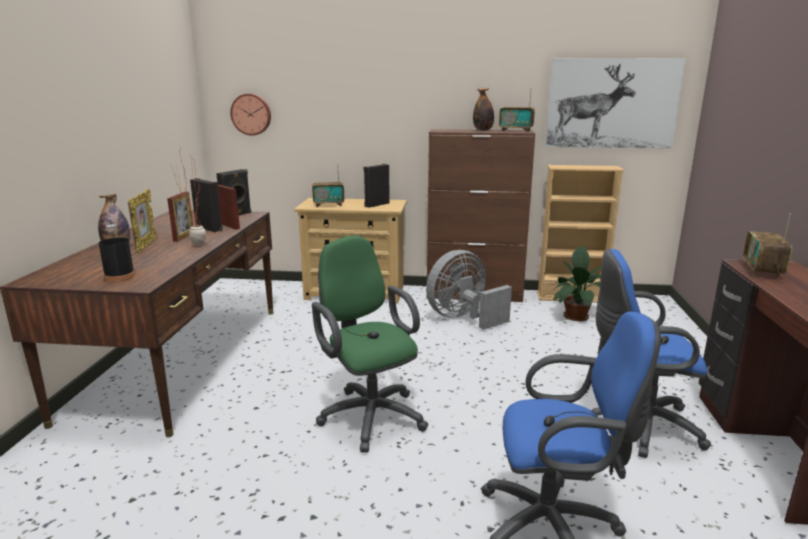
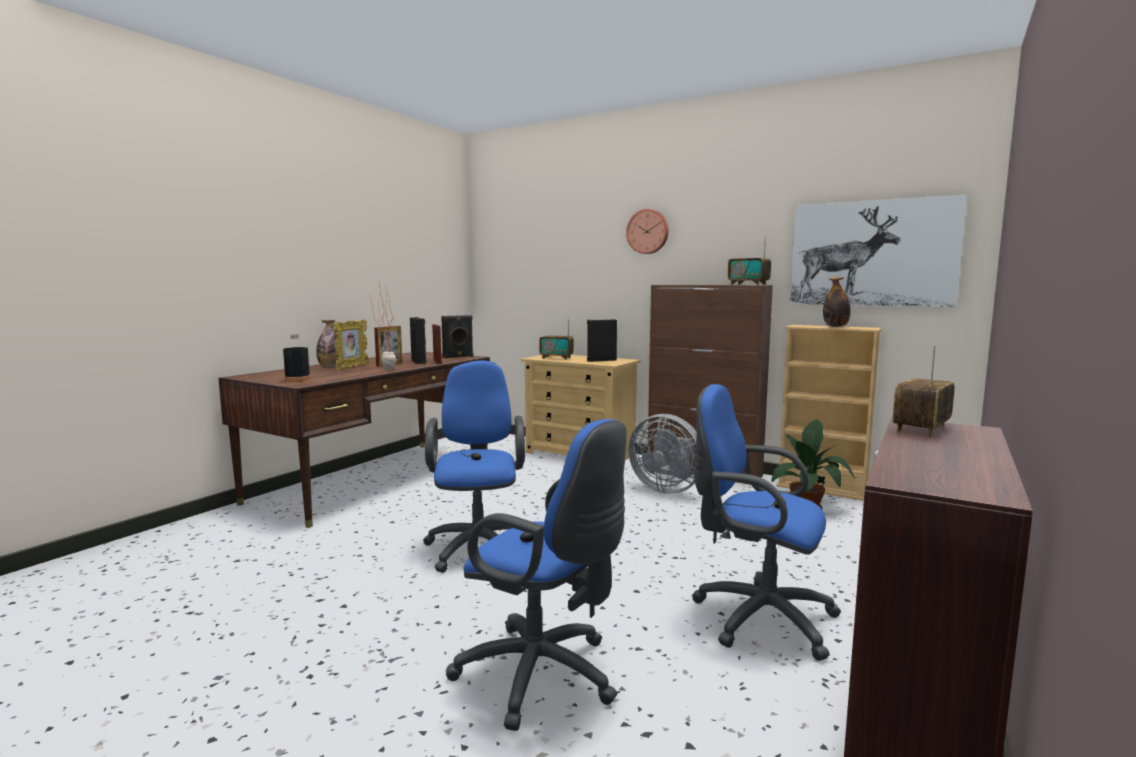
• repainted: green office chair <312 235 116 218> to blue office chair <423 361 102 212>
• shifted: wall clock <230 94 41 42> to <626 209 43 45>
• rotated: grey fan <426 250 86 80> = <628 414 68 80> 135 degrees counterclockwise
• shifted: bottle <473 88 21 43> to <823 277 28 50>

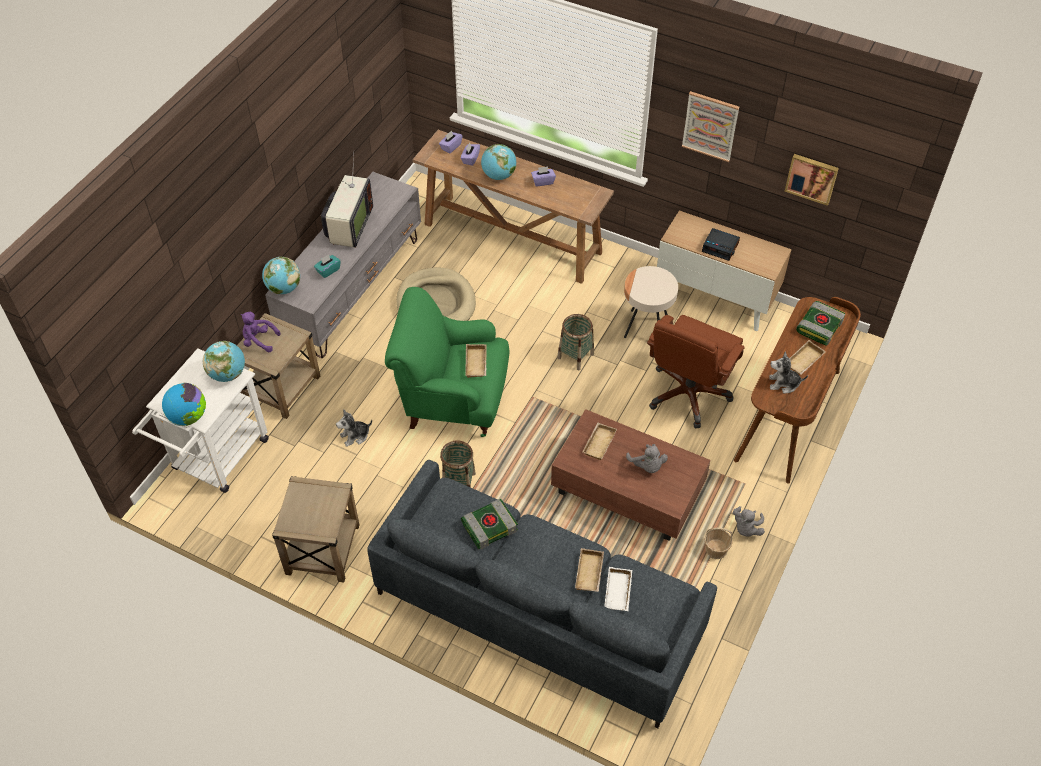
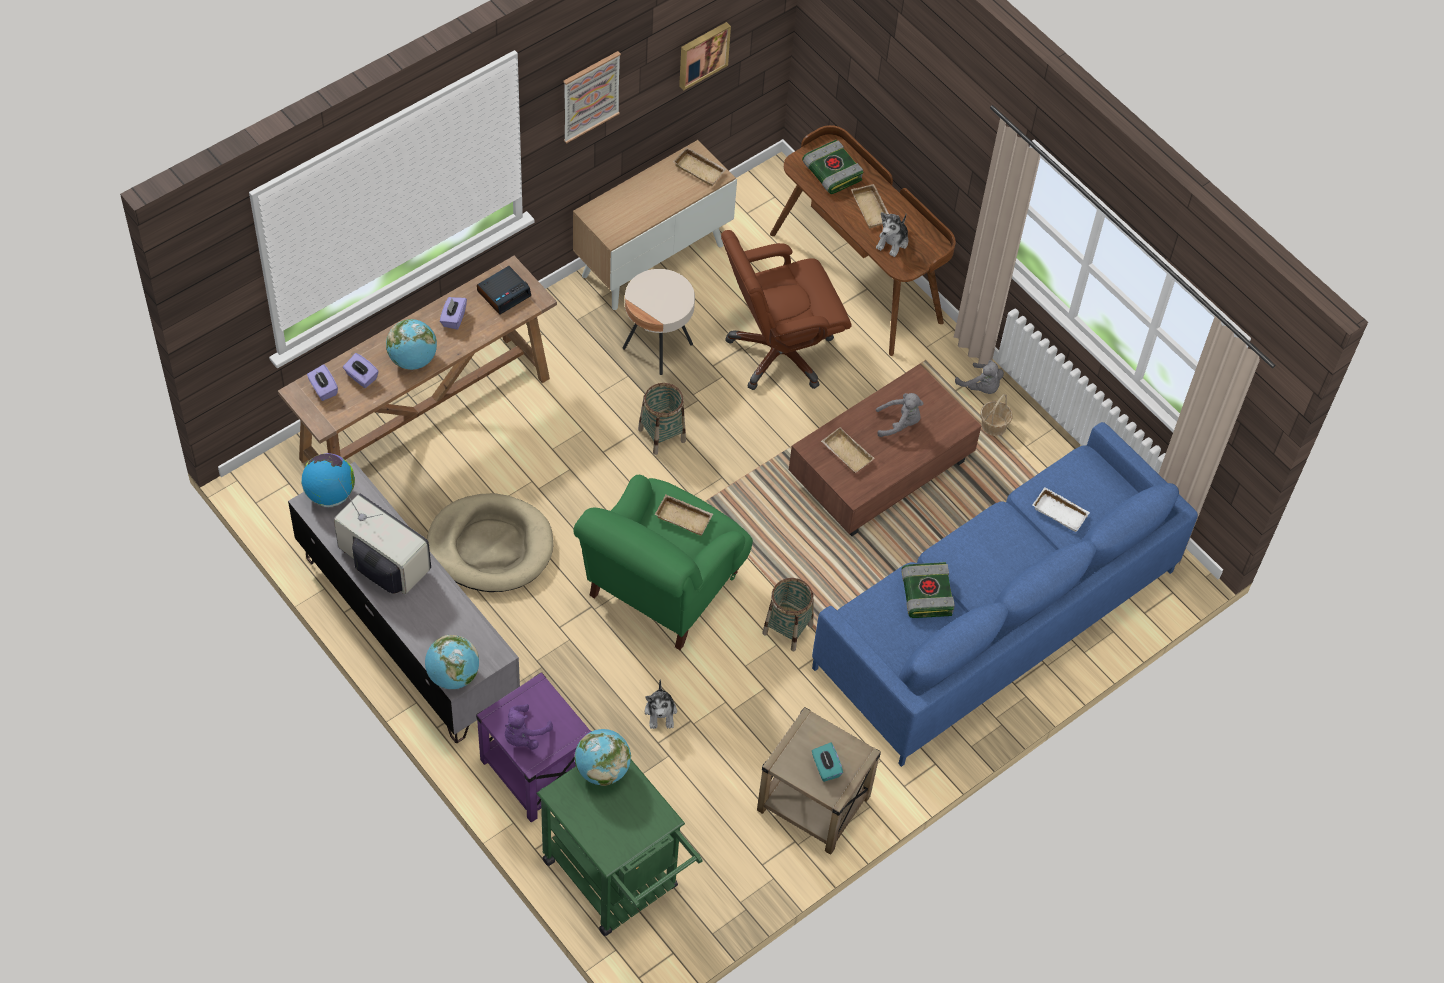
• shifted: globe <162 383 44 43> to <301 453 54 54>
• repainted: beige side table <237 313 83 106> to purple side table <476 672 116 150>
• shifted: alarm clock <702 228 38 33> to <477 266 54 49>
• repainted: white cart <132 348 137 145> to green cart <537 760 165 176>
• shifted: beige tray <575 548 29 44> to <673 147 54 39>
• rotated: brown office chair <647 315 98 114> = <721 230 131 160> 105 degrees clockwise
• repainted: grey sofa <367 460 350 269> to blue sofa <812 422 386 345>
• shifted: turquoise tissue box <314 255 27 23> to <812 742 31 40>

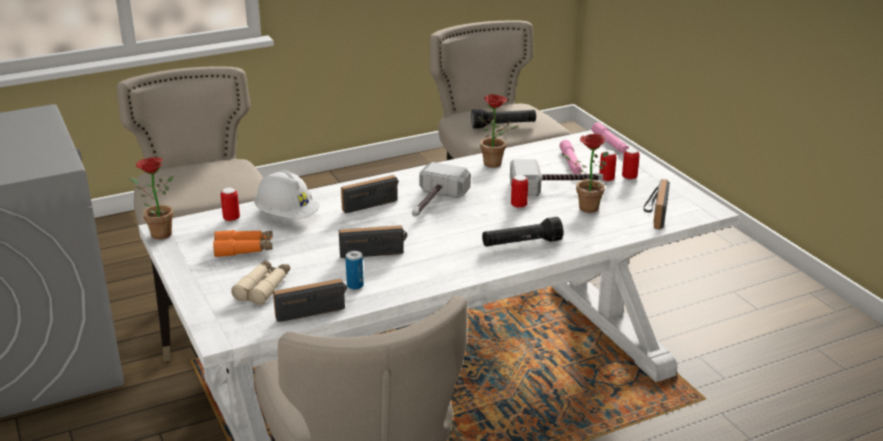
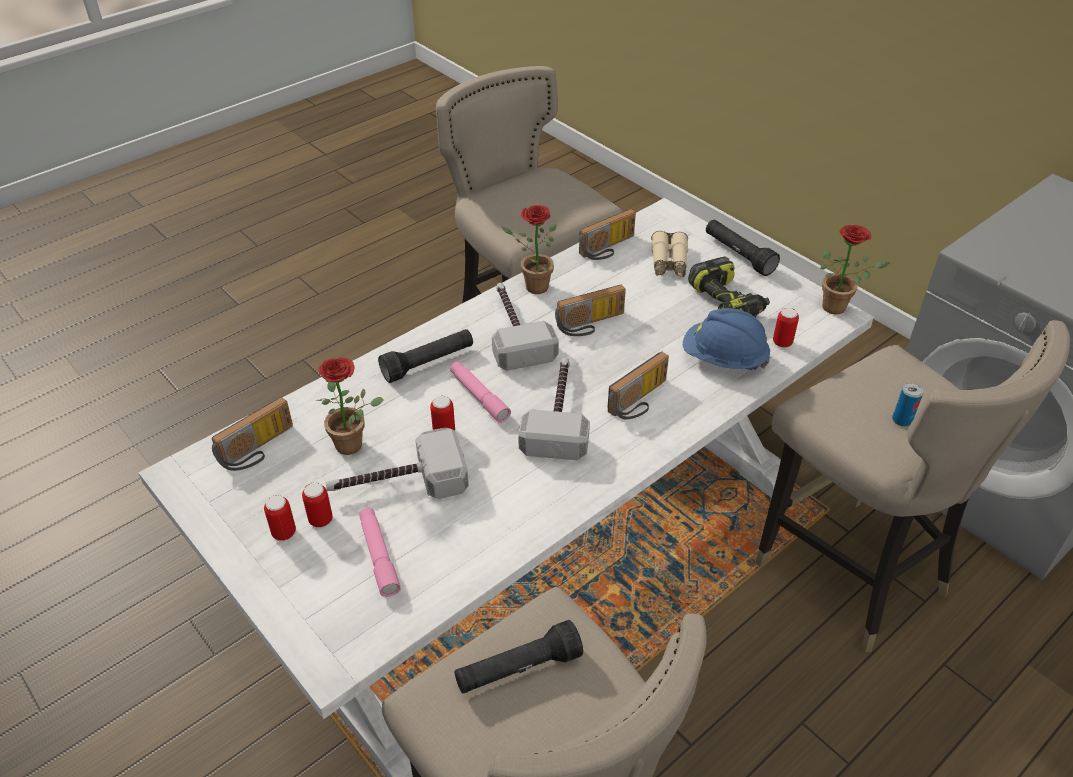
• rotated: radio <643 179 27 51> = <212 397 81 74> 45 degrees clockwise
• shifted: pink flashlight <592 122 37 32> to <450 362 61 61>
• new: hammer <492 283 67 88>
• shifted: potted plant <478 94 41 74> to <502 205 54 89>
• repainted: white hard hat <254 170 66 49> to blue hard hat <683 308 88 62>
• swapped: orange binoculars <213 230 60 27> to power drill <688 257 82 60>
• new: black flashlight <706 220 74 56>
• shifted: can <345 251 19 39> to <892 383 31 44>

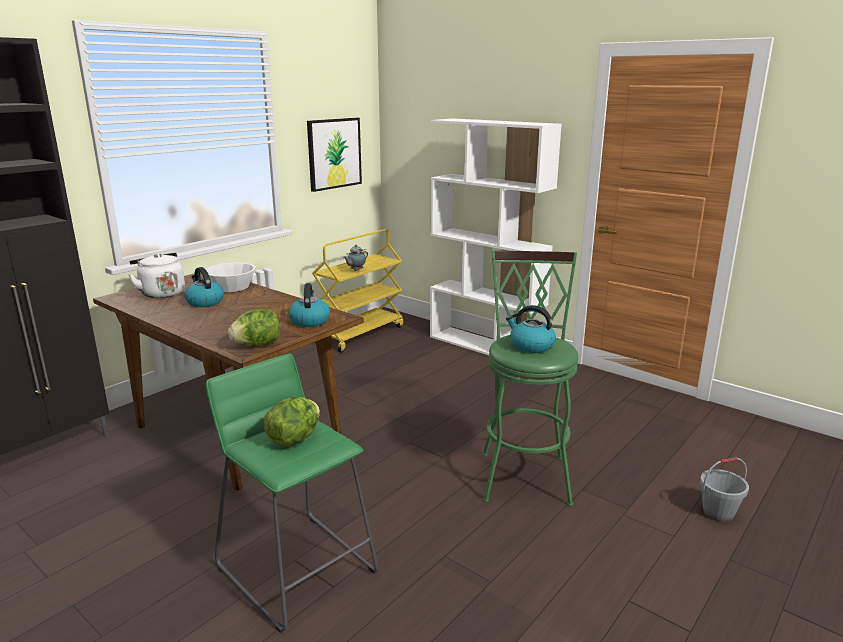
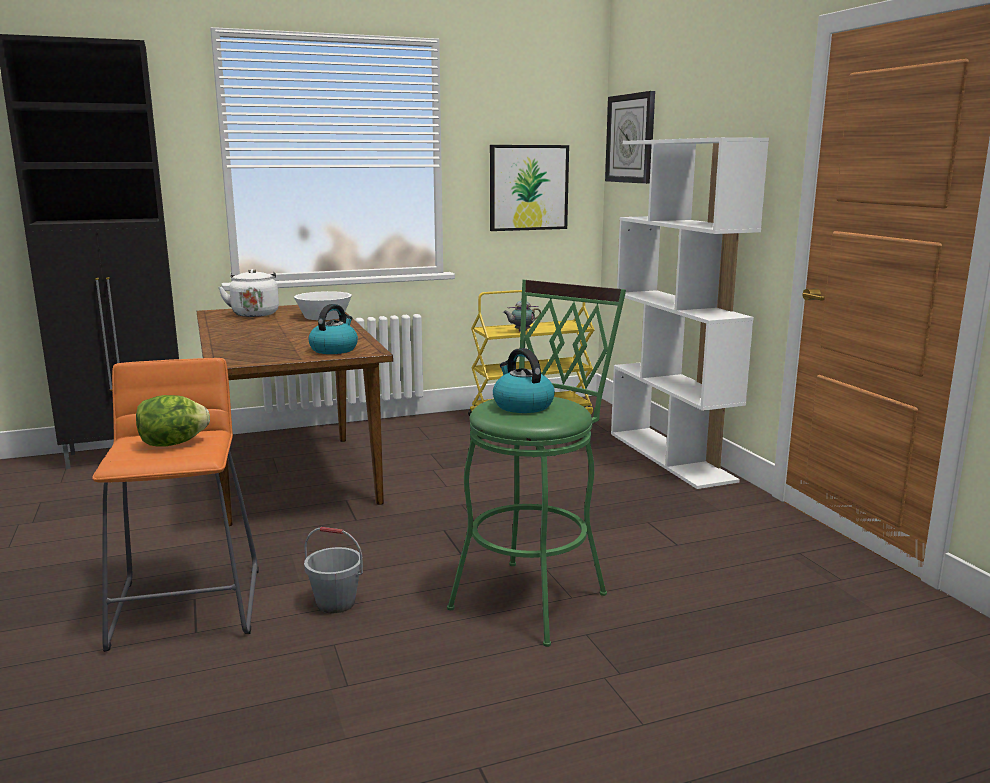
• repainted: green stool <206 354 172 279> to orange stool <92 358 167 294>
• shifted: grey bucket <700 457 49 65> to <304 527 59 86>
• new: wall clock <605 91 50 93>
• gone: kettle <184 267 40 40>
• gone: lettuce <228 309 52 37>

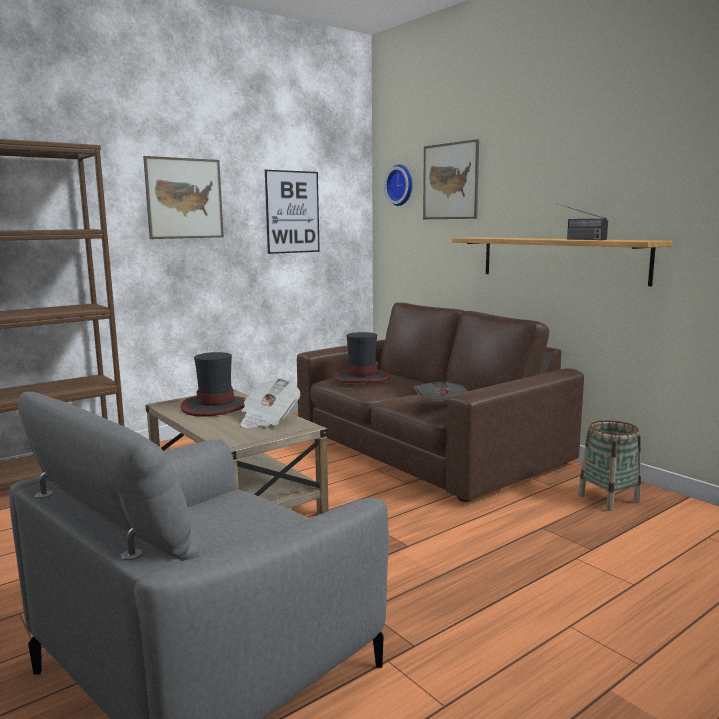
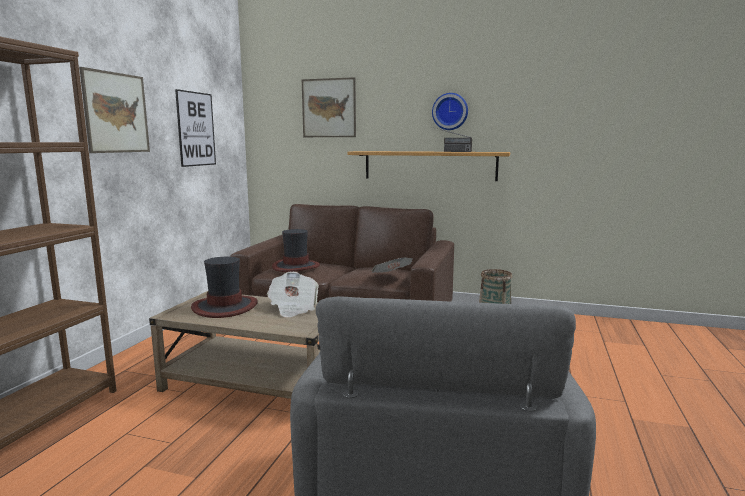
• shifted: wall clock <384 164 29 42> to <432 93 36 37>

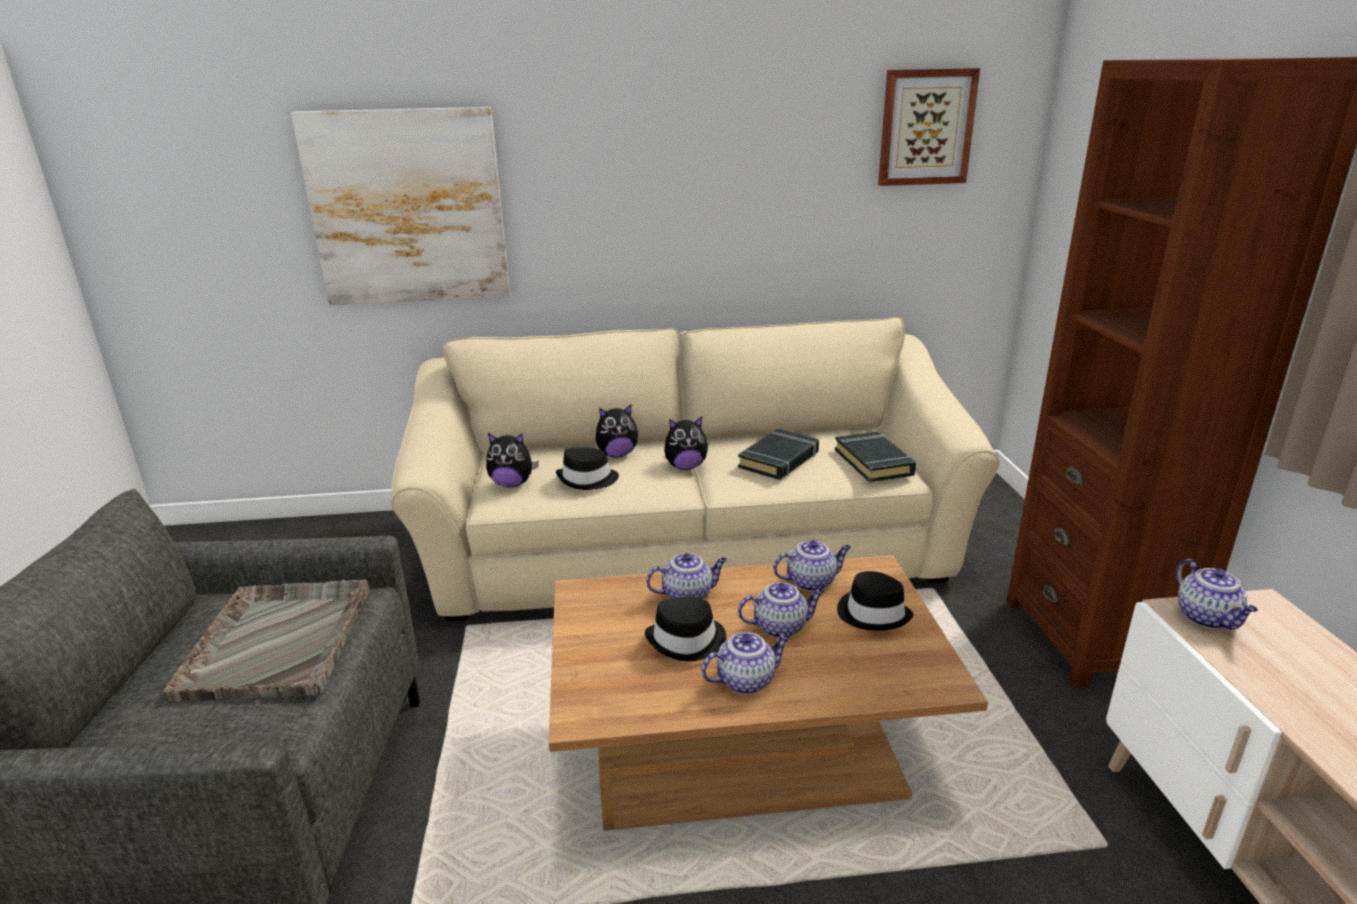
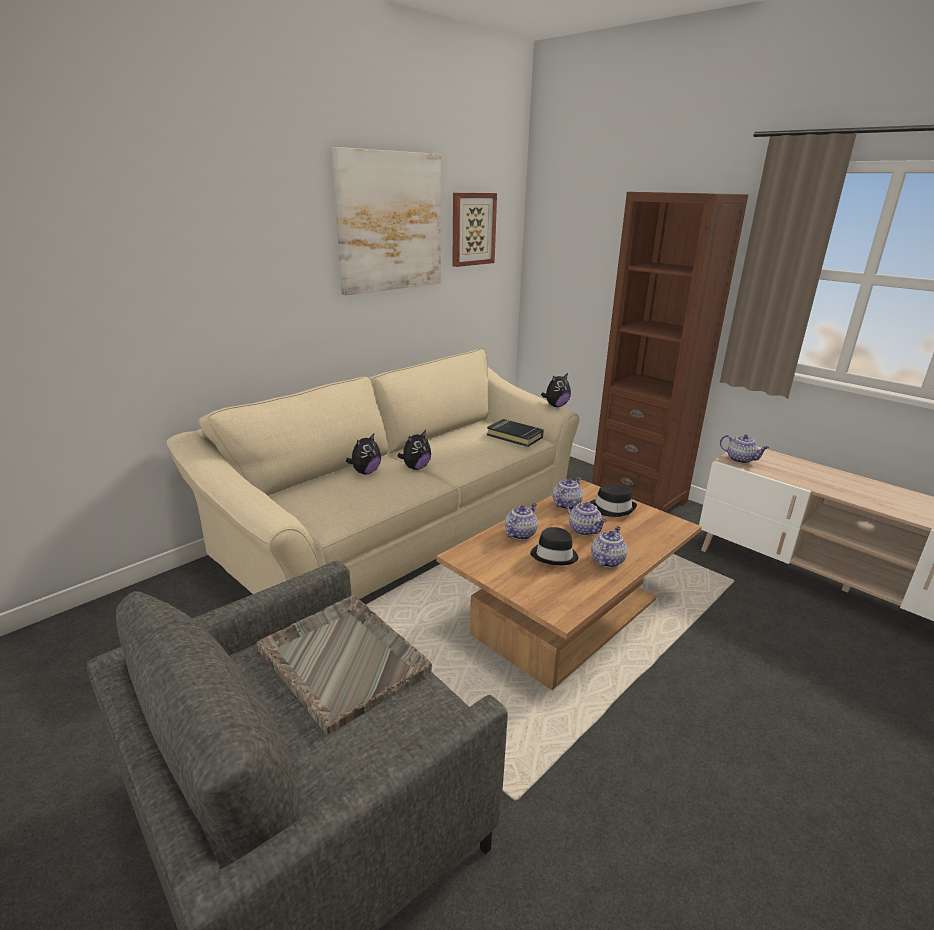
• shifted: picture <291 107 220 198> to <332 147 109 148>
• shifted: plush toy <486 433 53 55> to <541 373 30 34>
• rotated: teapot <738 582 87 56> = <566 499 41 37> 105 degrees clockwise
• gone: black hat <556 448 63 42>
• gone: black book <738 429 81 51>

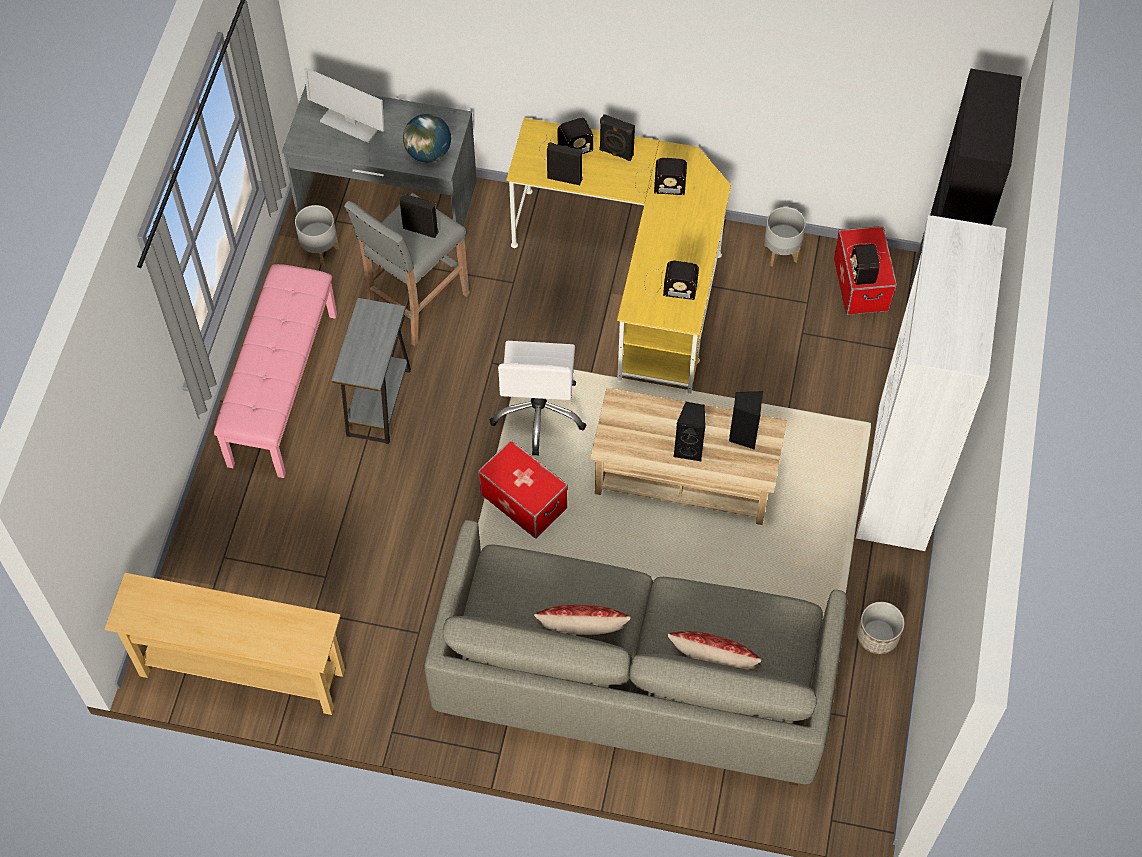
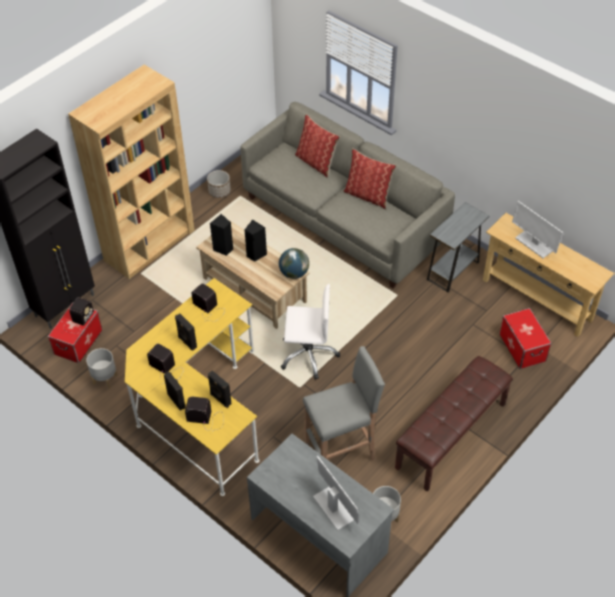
• repainted: white bookcase <856 215 150 336> to brown bookcase <68 65 127 214>
• shifted: black speaker <399 193 39 45> to <175 313 22 38>
• shifted: globe <403 114 48 48> to <279 248 30 31>
• rotated: white office chair <490 341 96 115> = <281 284 59 95> 60 degrees clockwise
• repainted: pink bench <214 264 123 214> to brown bench <395 356 118 135>
• shifted: grey side table <331 298 80 146> to <427 202 62 91>
• shifted: storage box <478 440 90 99> to <500 308 52 61>
• new: monitor <512 201 51 57>

